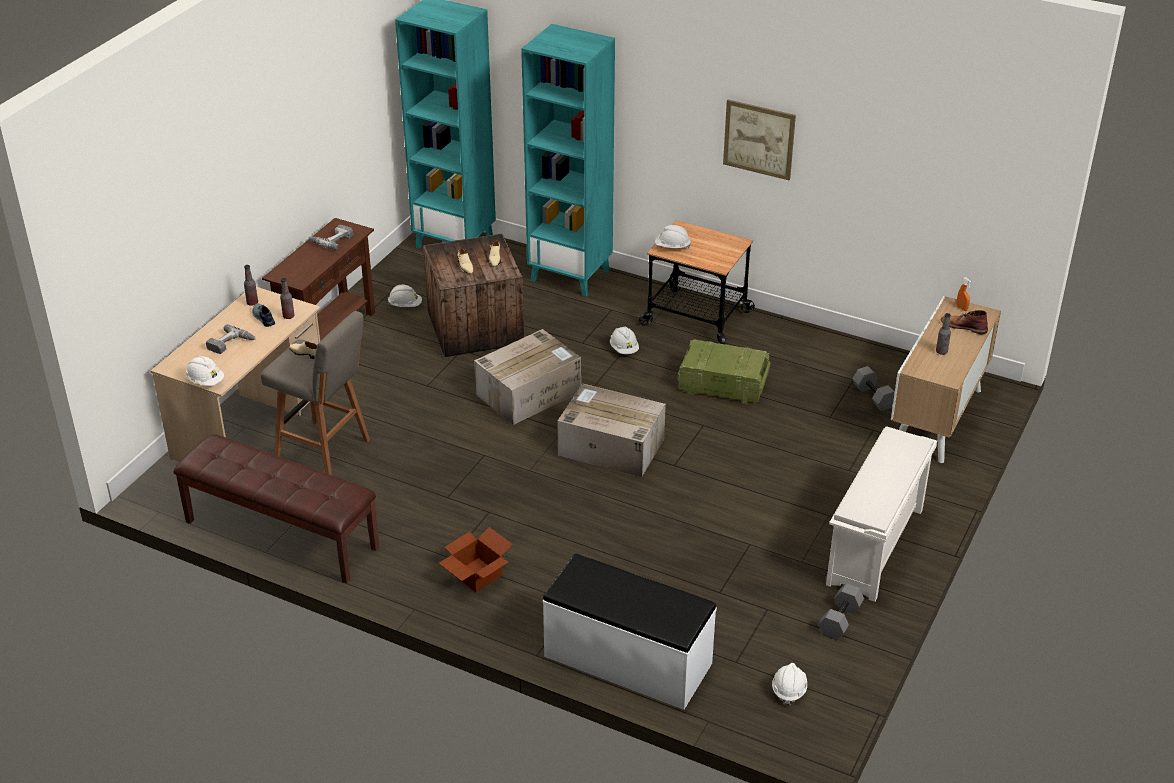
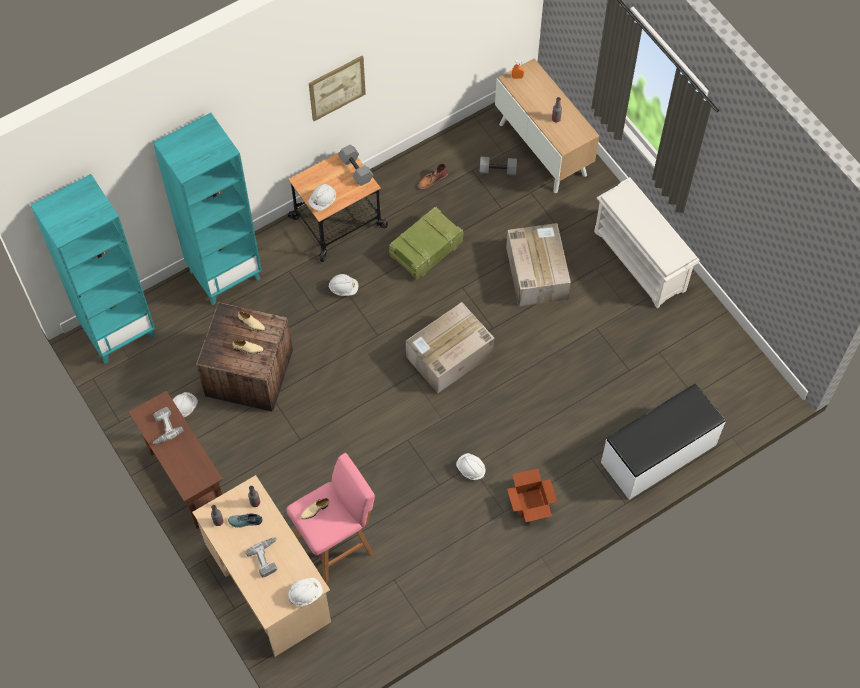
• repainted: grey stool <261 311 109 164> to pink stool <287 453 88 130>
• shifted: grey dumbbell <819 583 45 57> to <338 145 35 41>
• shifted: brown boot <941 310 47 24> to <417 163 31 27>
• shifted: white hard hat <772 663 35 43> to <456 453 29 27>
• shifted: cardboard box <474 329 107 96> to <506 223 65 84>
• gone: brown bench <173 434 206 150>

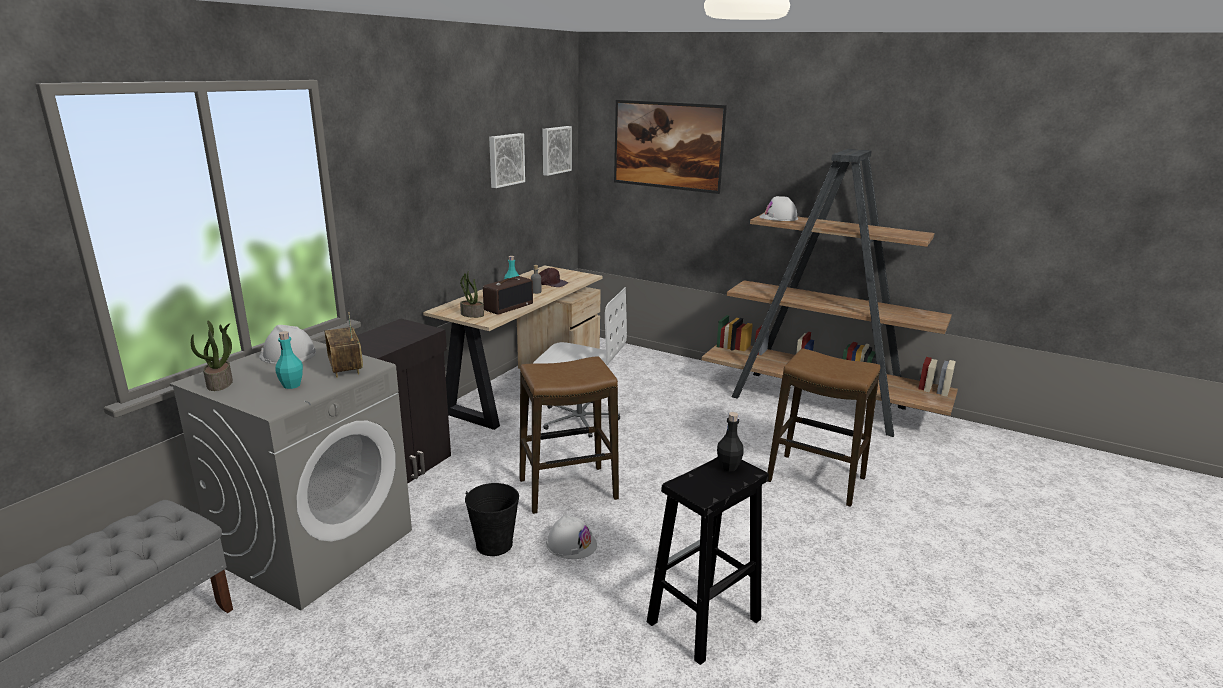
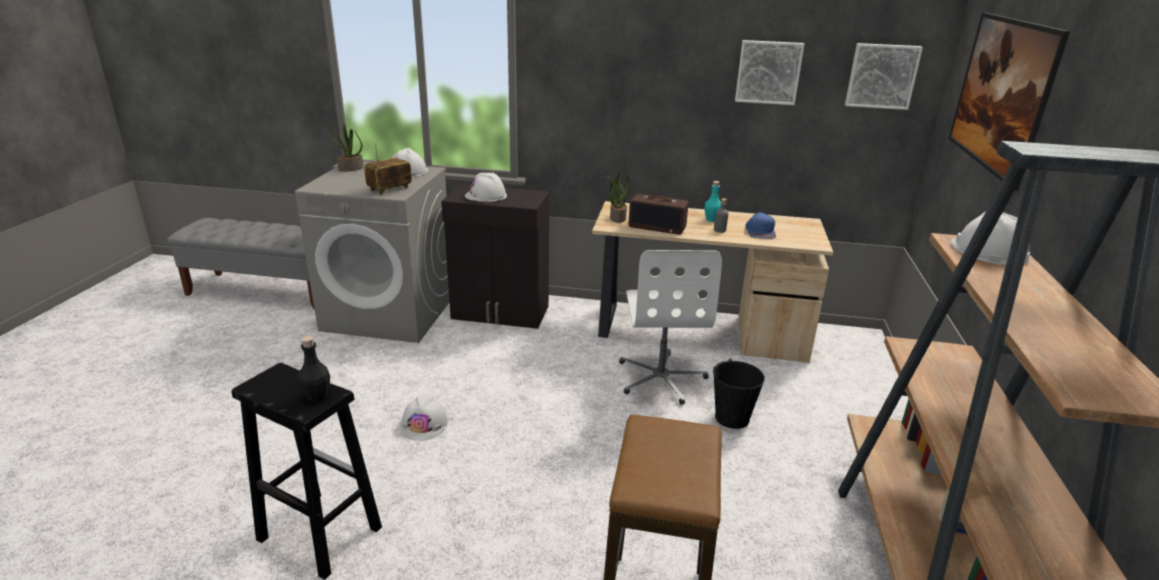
• new: white hard hat <465 173 42 29>
• shifted: black bucket <465 483 54 73> to <713 358 52 71>
• repainted: brown cap <539 268 29 19> to blue cap <745 212 31 27>
• gone: turquoise bottle <275 331 28 58>
• gone: stool <520 356 99 158>

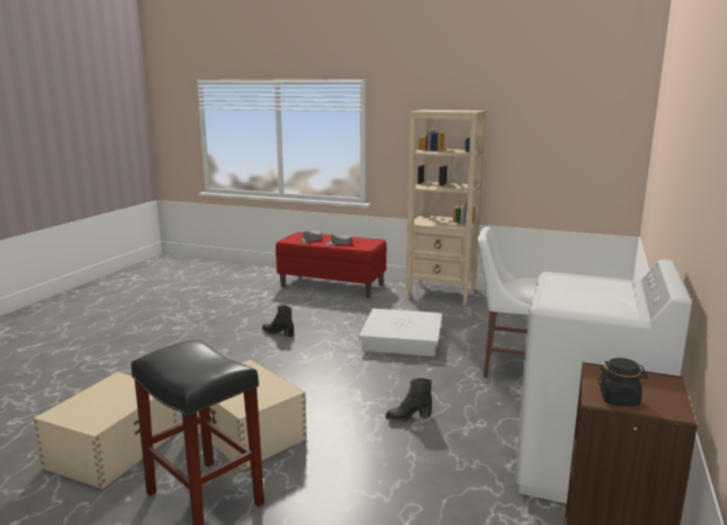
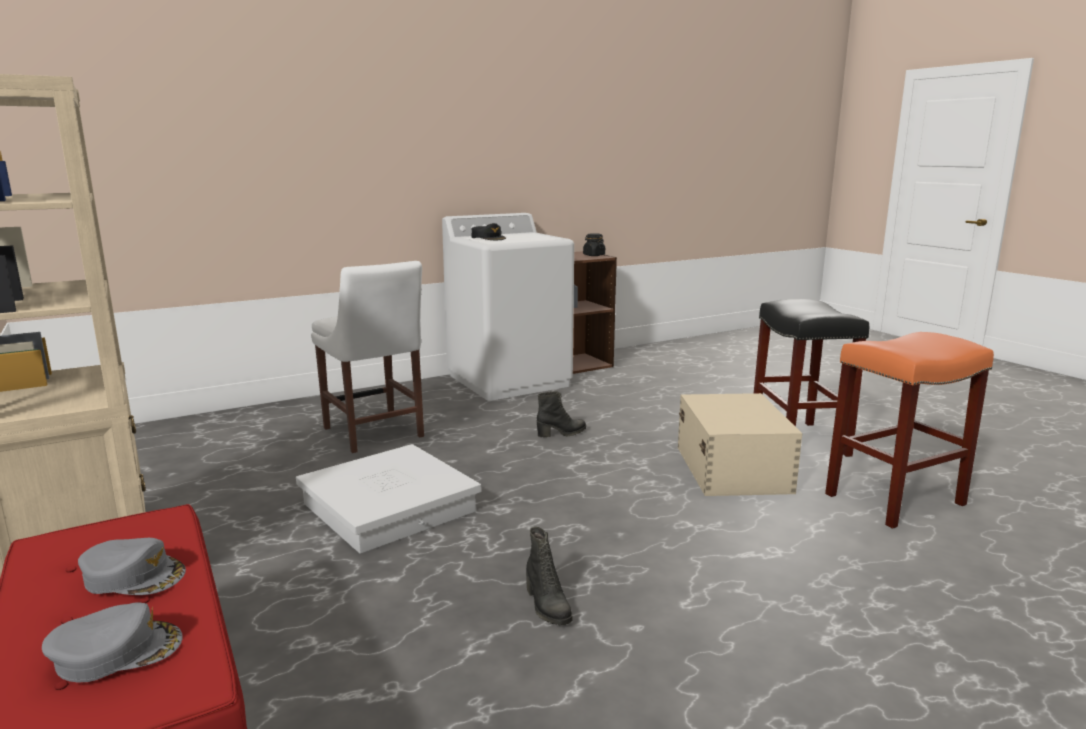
• new: black cap <471 223 35 17>
• rotated: black boot <386 378 46 44> = <537 391 49 46> 45 degrees counterclockwise
• swapped: beige storage box <33 372 144 117> to orange stool <825 332 169 197>

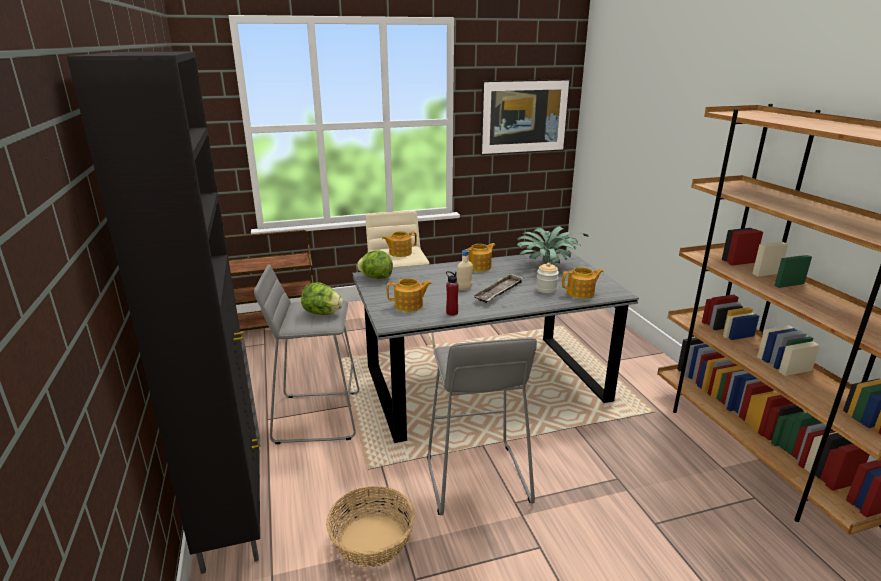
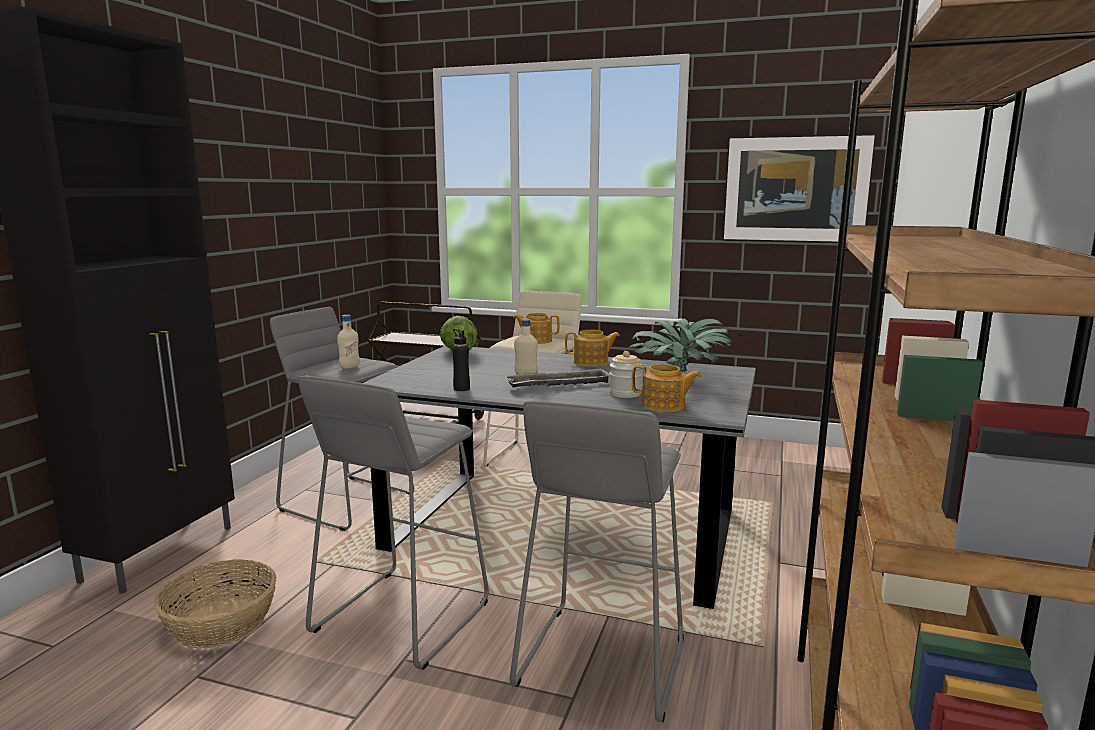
• swapped: lettuce <301 282 42 33> to beige bottle <337 315 23 54>
• repainted: red bottle <446 271 13 44> to black bottle <452 329 18 62>
• new: grey stool <510 400 174 322>
• gone: teapot <387 278 45 34>

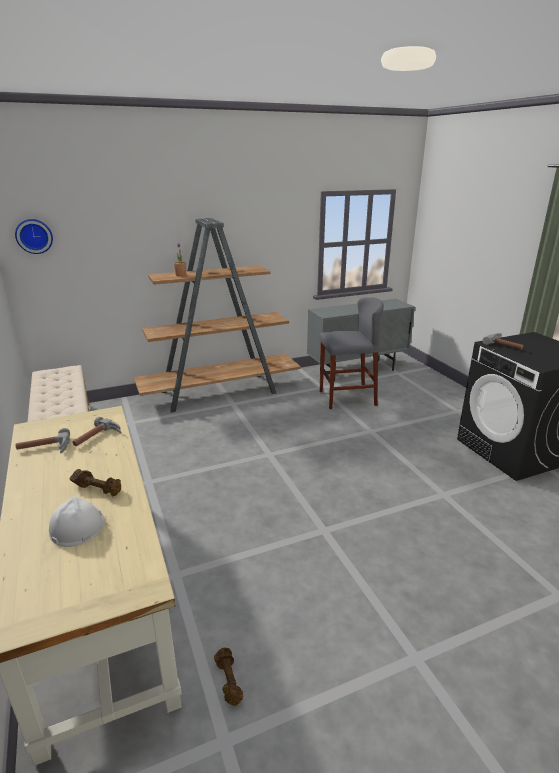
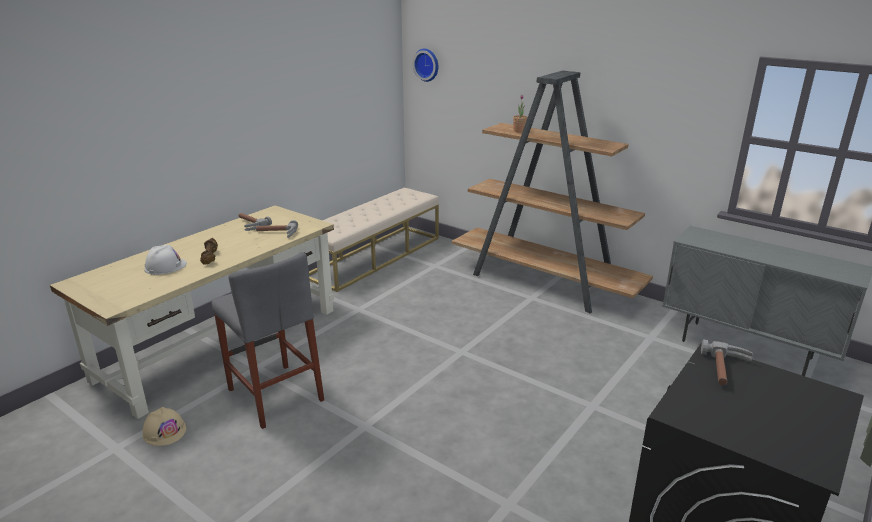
• swapped: brown dumbbell <214 648 29 58> to beige hard hat <143 407 43 39>
• shifted: grey stool <319 297 65 112> to <212 252 112 177>

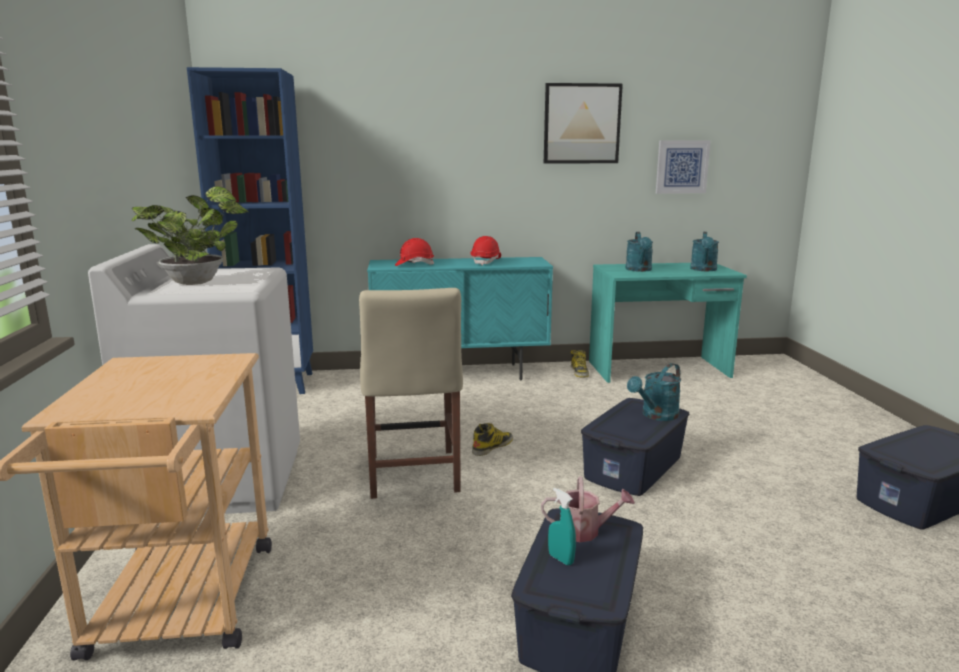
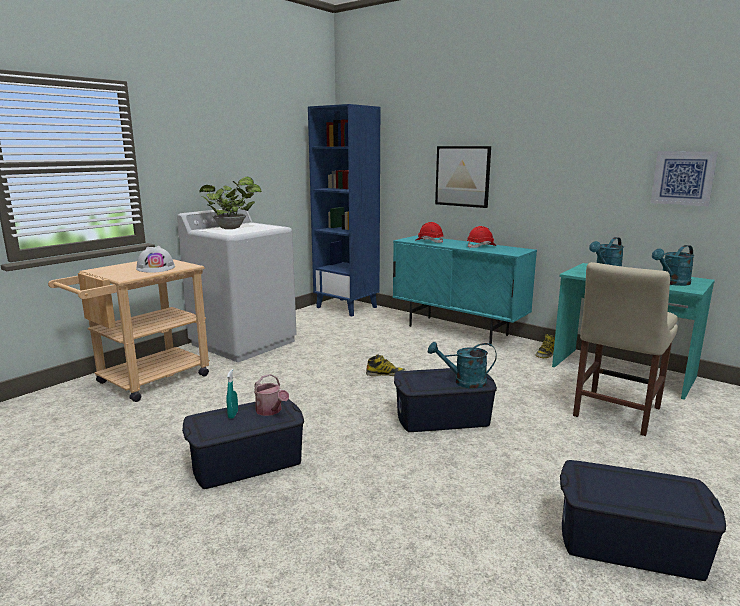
• new: white hard hat <136 246 39 27>
• shifted: picture <544 83 79 81> to <435 146 56 62>
• shifted: beige chair <359 288 104 211> to <573 262 105 174>

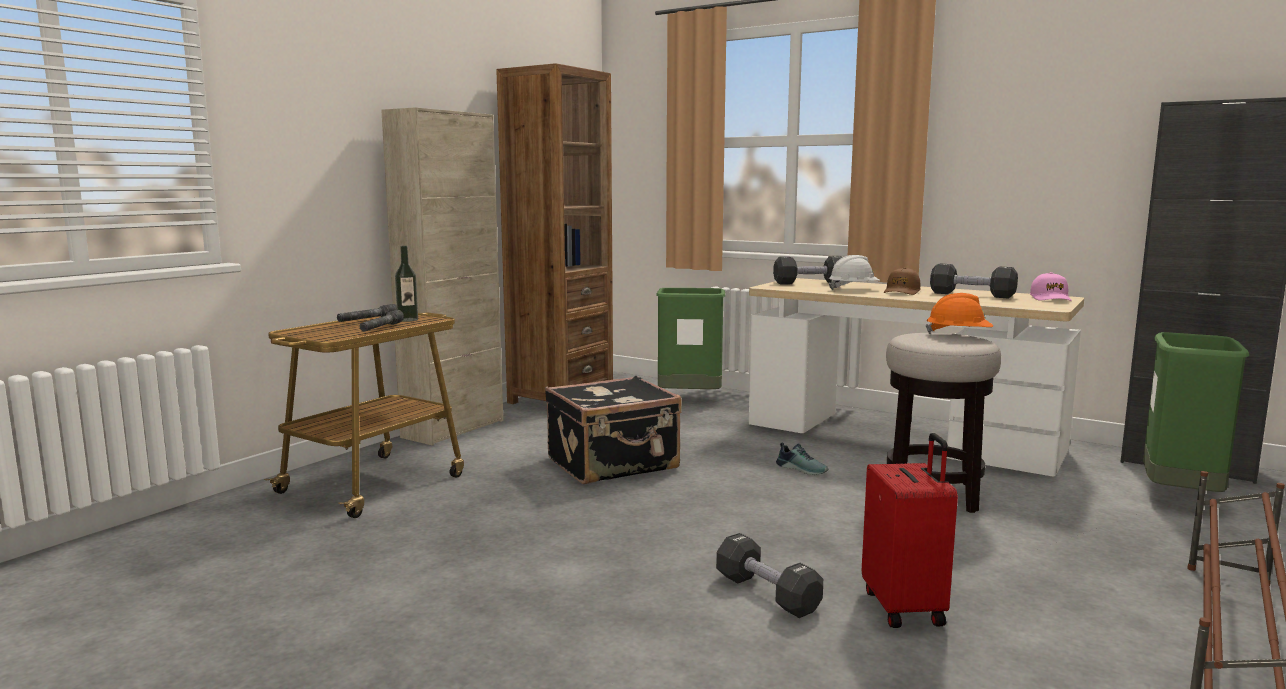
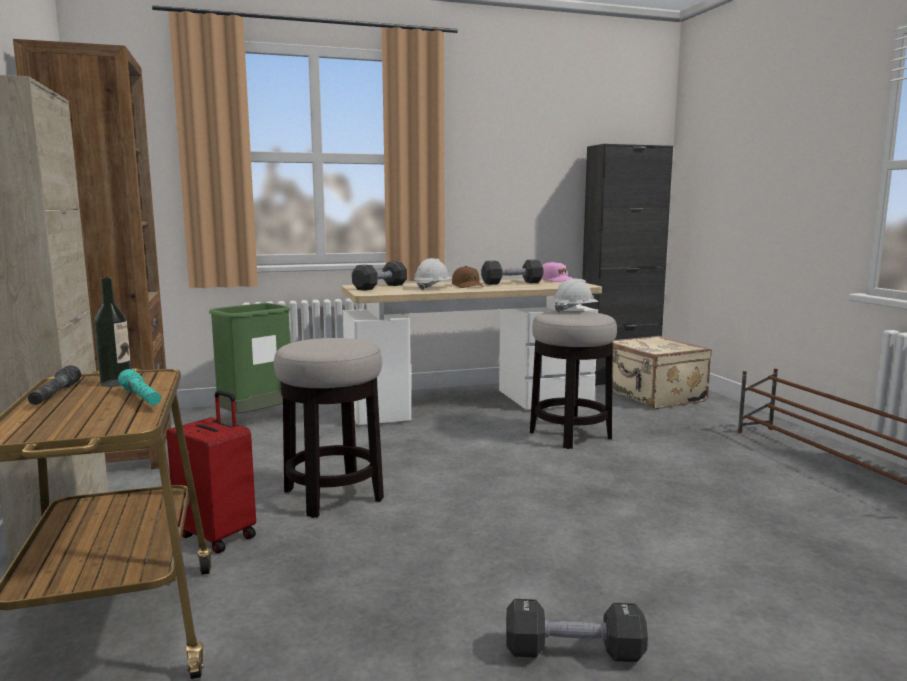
• repainted: grey flashlight <360 310 44 21> to turquoise flashlight <118 369 43 36>
• shifted: red suitcase <861 433 97 195> to <166 390 90 163>
• swapped: black suitcase <545 376 137 108> to stool <274 338 110 180>
• shifted: black dumbbell <716 533 107 85> to <506 599 142 63>
• repainted: orange hard hat <926 293 67 41> to white hard hat <553 279 46 34>
• swapped: green trash can <1143 332 106 160> to beige suitcase <612 336 100 73>
• gone: shoe <776 442 52 33>

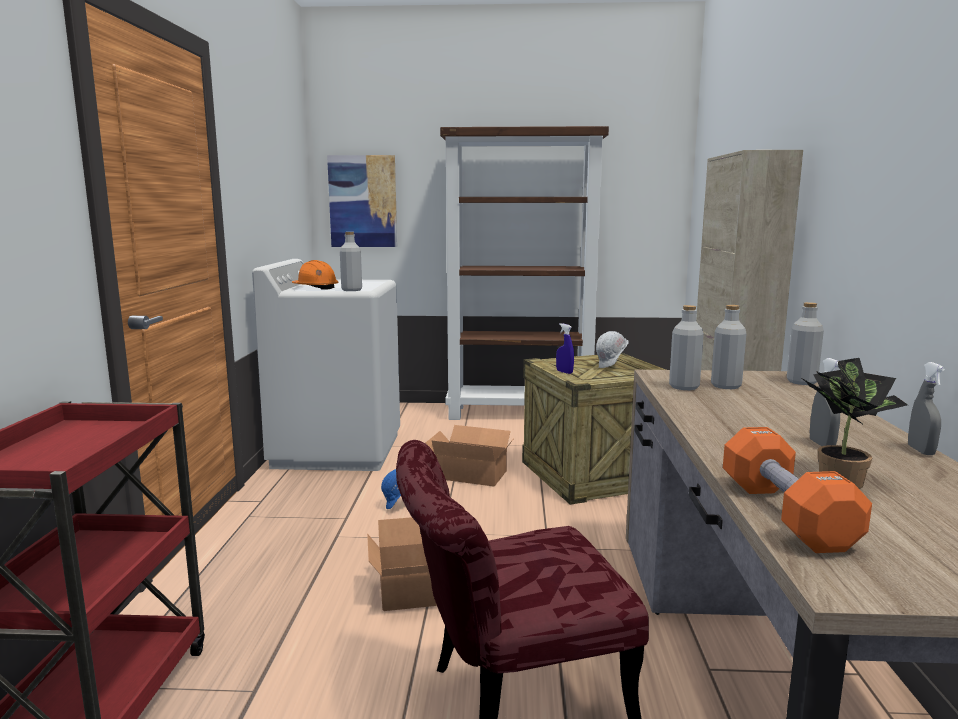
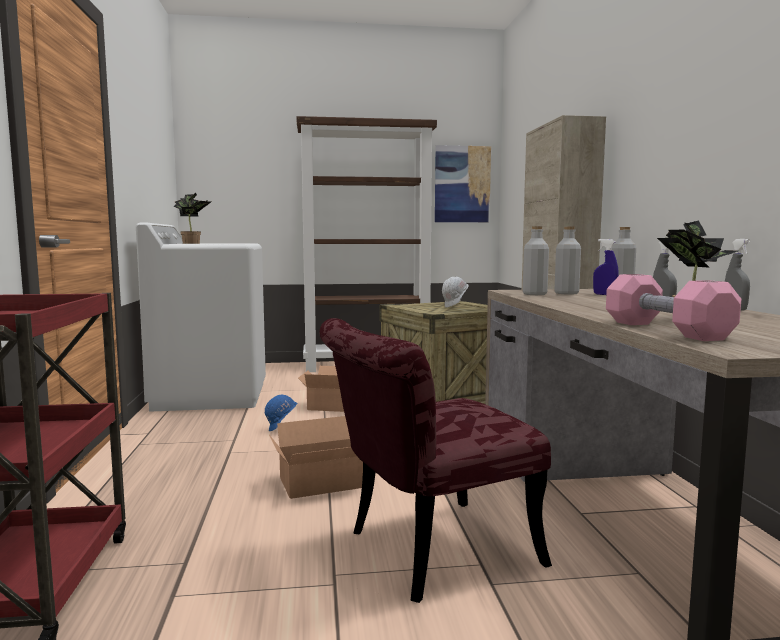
• swapped: orange hard hat <292 260 46 30> to potted plant <174 193 37 51>
• shifted: picture <327 155 70 92> to <435 145 56 77>
• shifted: blue spray bottle <556 323 18 51> to <593 239 26 56>
• repainted: orange dumbbell <723 427 149 126> to pink dumbbell <606 274 135 67>
• gone: grey bottle <340 232 22 59>

